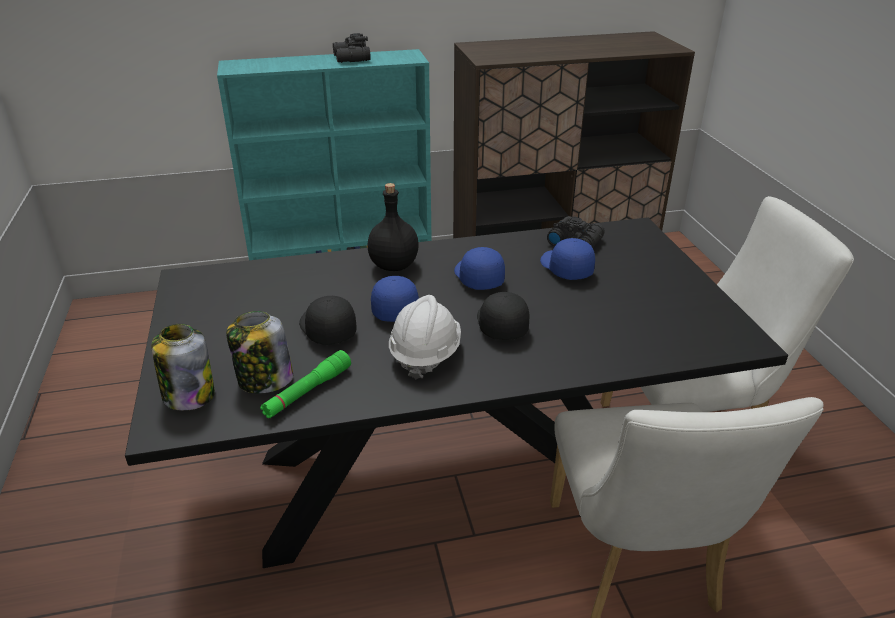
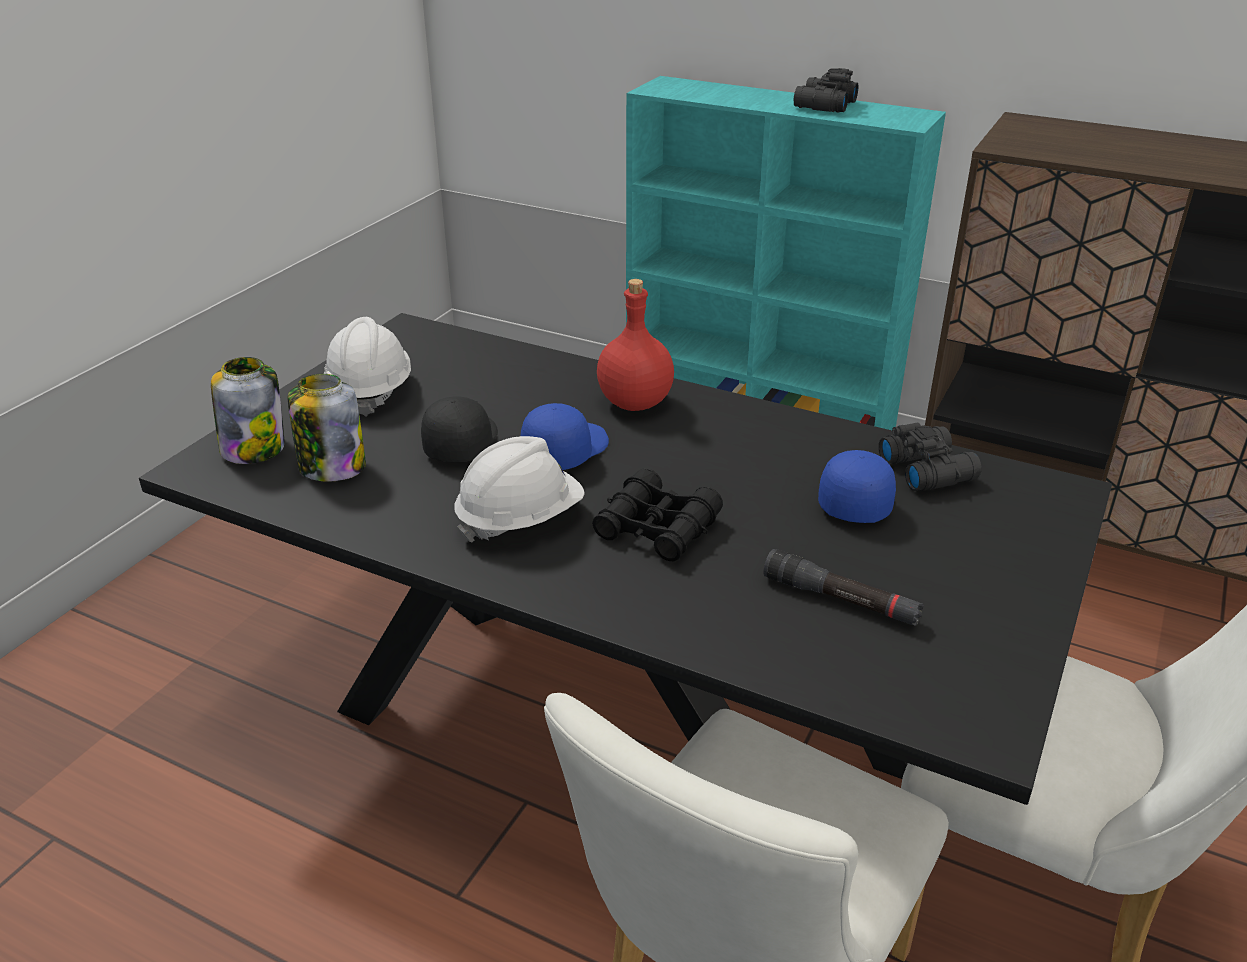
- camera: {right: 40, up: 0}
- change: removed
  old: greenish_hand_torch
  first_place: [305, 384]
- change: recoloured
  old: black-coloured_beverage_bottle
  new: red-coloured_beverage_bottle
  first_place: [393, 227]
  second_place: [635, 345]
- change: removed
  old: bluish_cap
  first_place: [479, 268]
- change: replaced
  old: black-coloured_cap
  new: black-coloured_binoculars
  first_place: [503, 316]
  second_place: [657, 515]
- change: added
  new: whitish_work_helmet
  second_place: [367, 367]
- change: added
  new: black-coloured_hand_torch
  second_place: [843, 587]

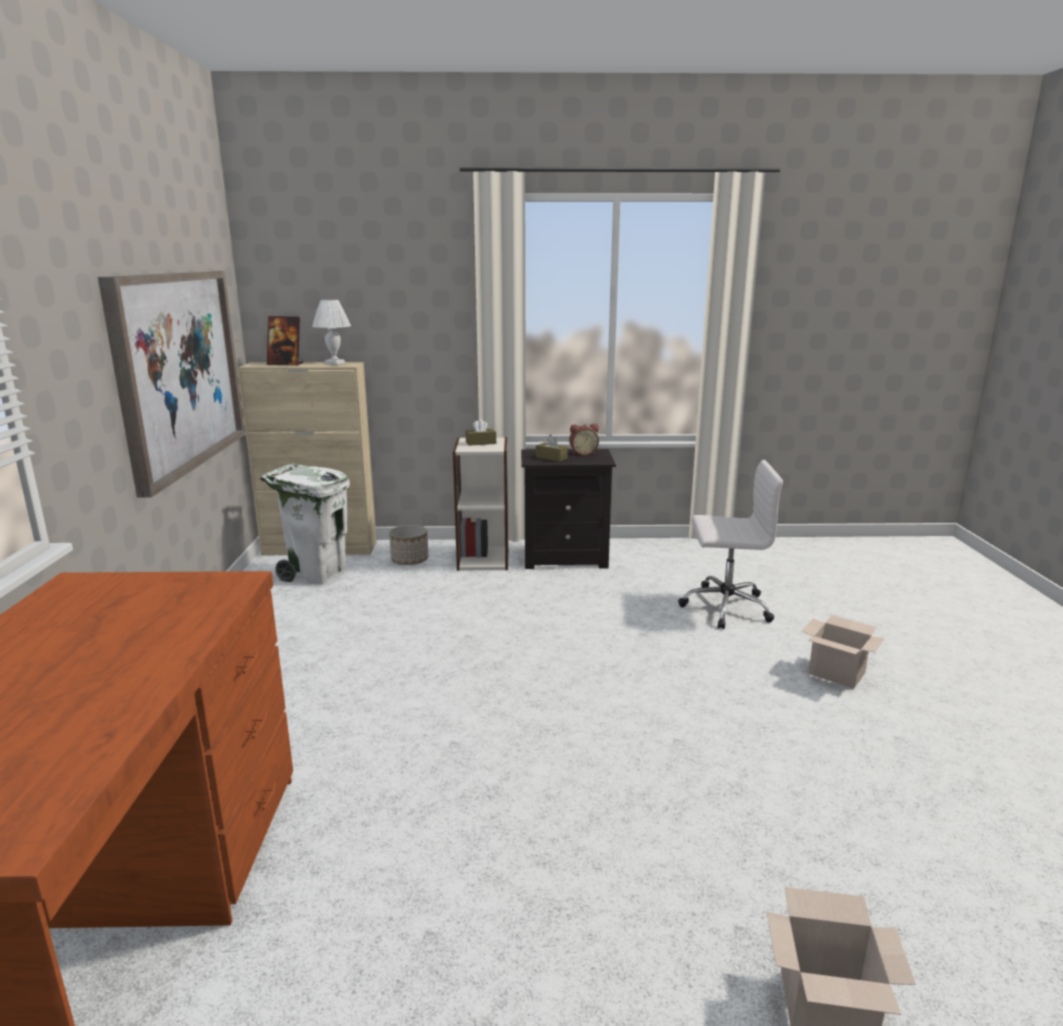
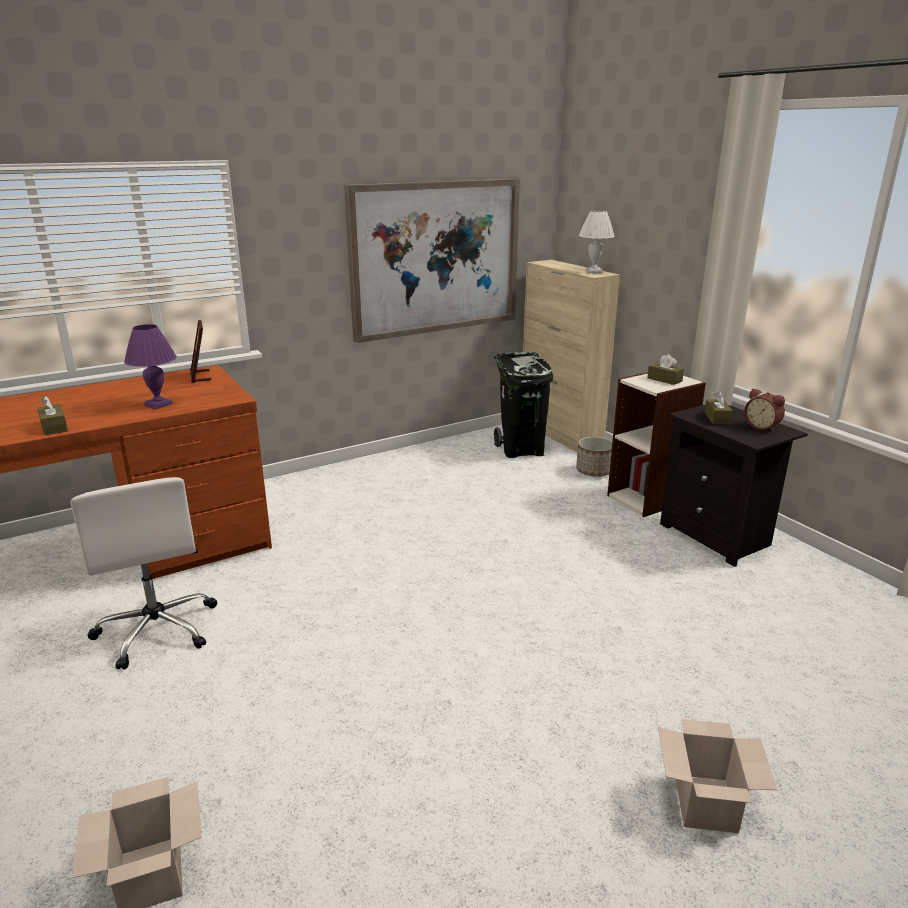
- camera: {right: 60, up: 5}
- change: recoloured
  old: whitish_trash_can
  new: black-coloured_trash_can
  first_place: [305, 524]
  second_place: [523, 405]
- change: moved
  old: photo_frame
  first_place: [285, 341]
  second_place: [200, 351]
- change: moved
  old: whitish_desk_chair
  first_place: [730, 544]
  second_place: [143, 573]
- change: added
  new: brown-coloured_box_of_tissues
  second_place: [52, 415]
- change: added
  new: purple_table_lamp
  second_place: [150, 366]

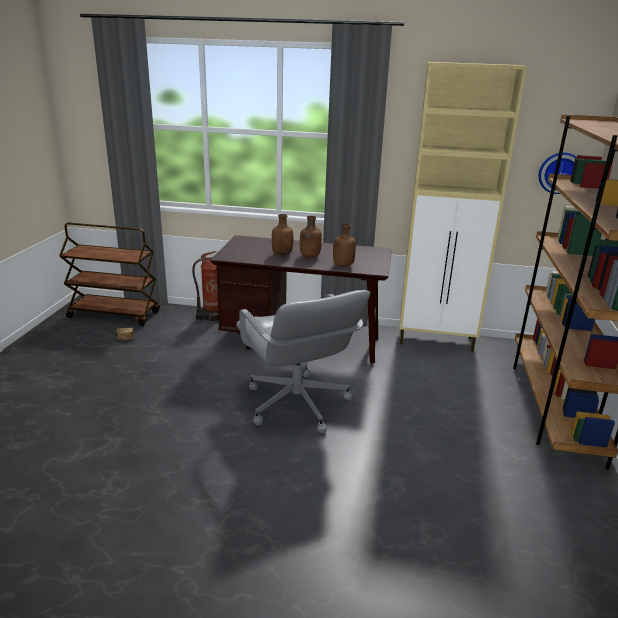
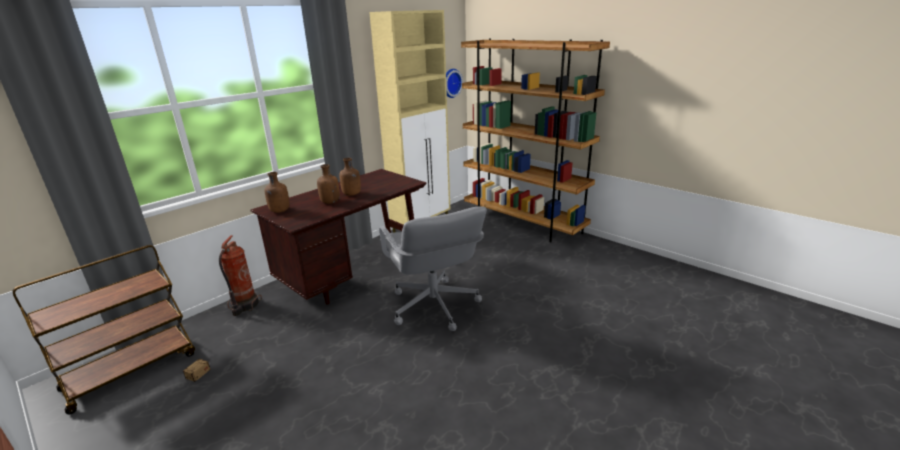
- camera: {right: -55, up: 0}
- change: turned
  old: gray_desk_chair
  first_place: [303, 361]
  second_place: [433, 268]
  degrees: 60
- change: moved
  old: brown-coloured_beverage_bottle
  first_place: [344, 245]
  second_place: [277, 192]

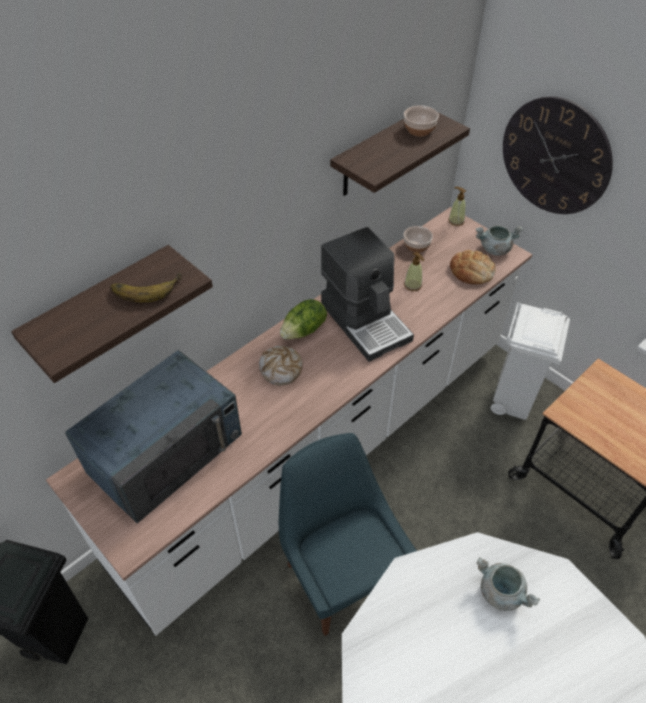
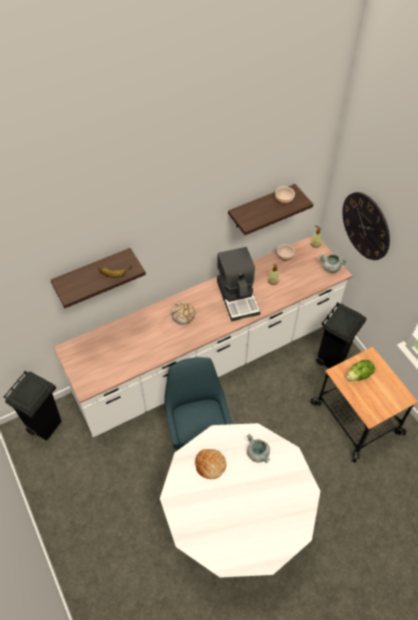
- camera: {right: 15, up: 5}
- change: removed
  old: bluish_microwave_oven
  first_place: [153, 436]
- change: moved
  old: head_of_lettuce
  first_place: [303, 319]
  second_place: [360, 370]
- change: moved
  old: baked_bread
  first_place: [473, 267]
  second_place: [210, 464]
- change: recoloured
  old: whitish_trash_can
  new: black-coloured_trash_can
  first_place: [530, 361]
  second_place: [341, 335]

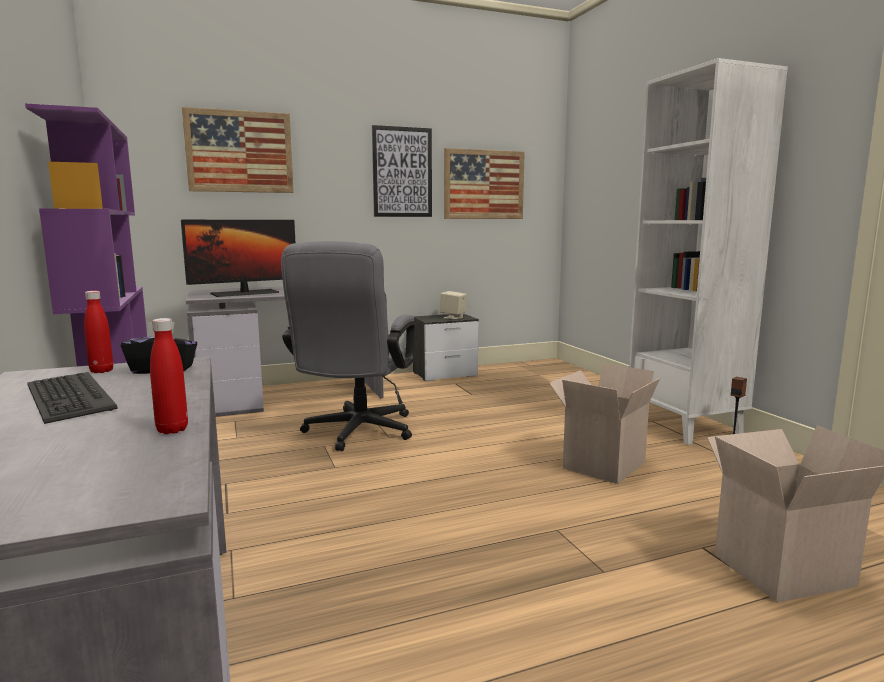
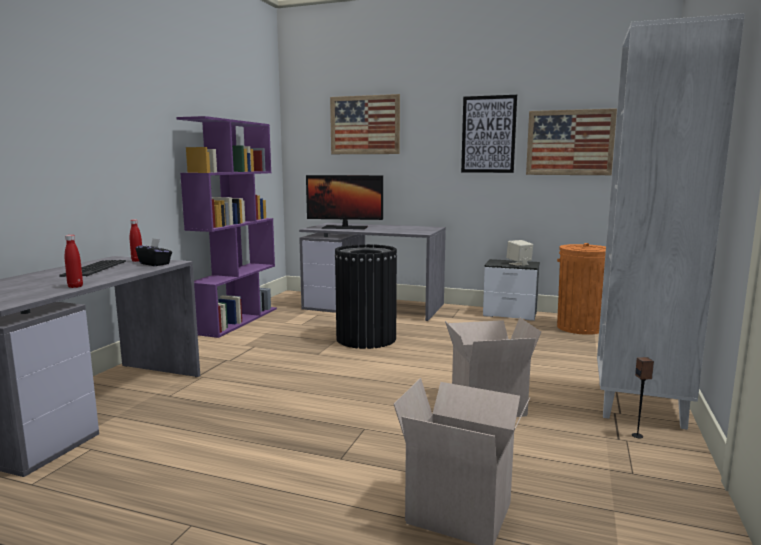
- camera: {right: 40, up: 0}
- change: replaced
  old: gray_desk_chair
  new: black-coloured_trash_can
  first_place: [348, 346]
  second_place: [365, 296]
- change: added
  new: orange_trash_can
  second_place: [581, 289]

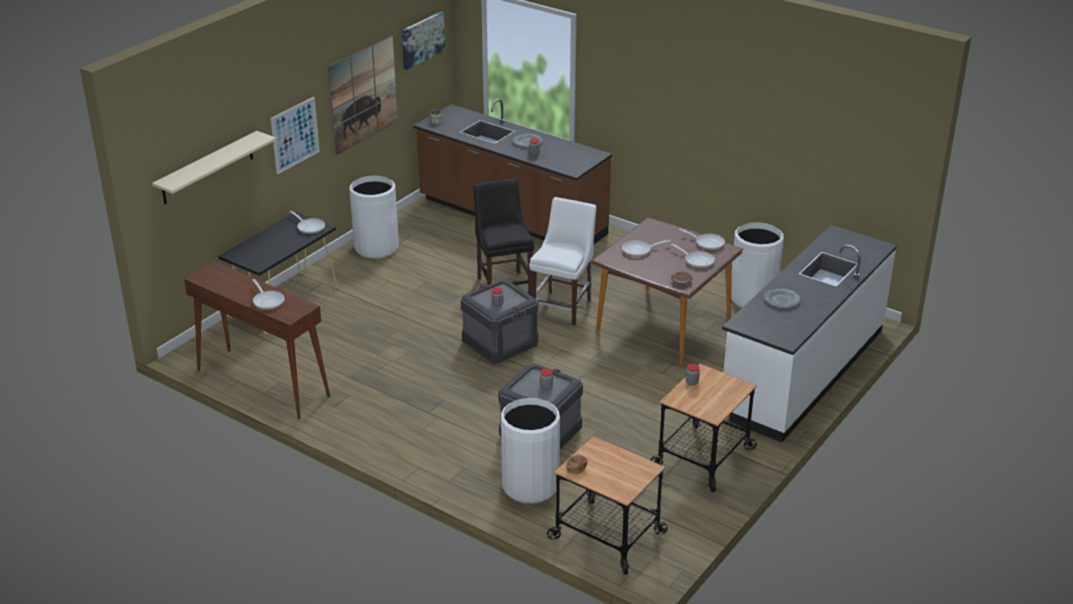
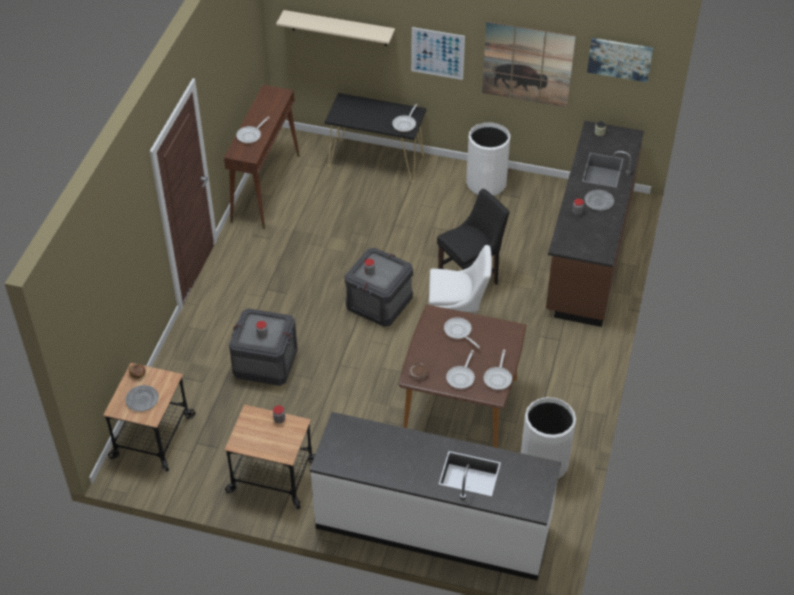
- camera: {right: 70, up: 15}
- change: removed
  old: whitish_trash_can
  first_place: [530, 451]
- change: moved
  old: gray_flat_dish
  first_place: [782, 298]
  second_place: [142, 398]

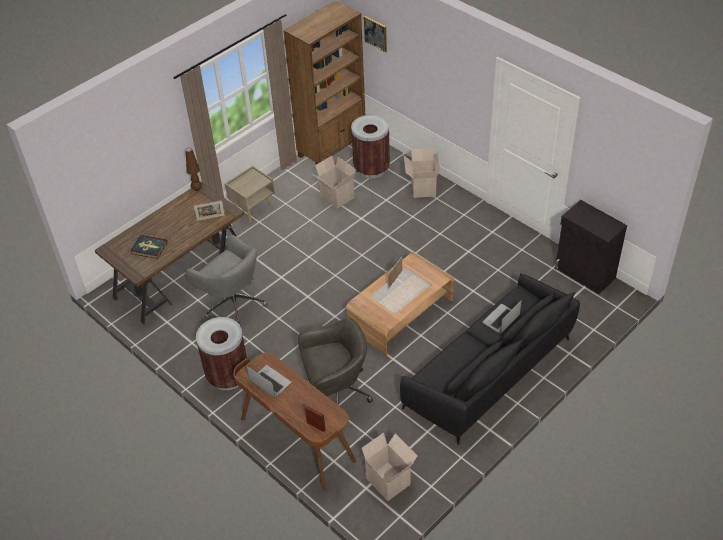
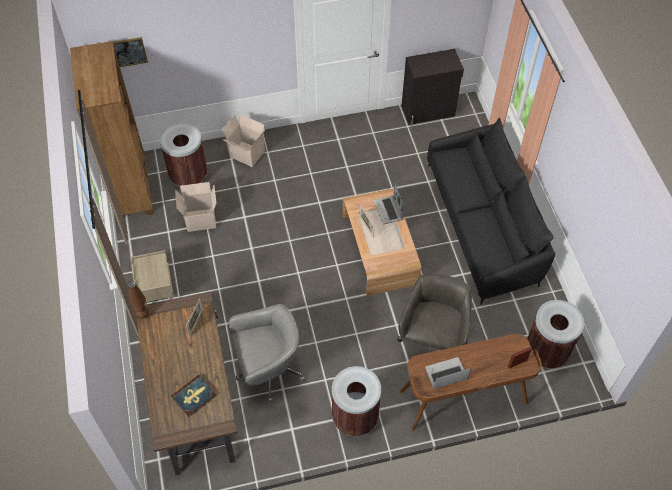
- camera: {right: -60, up: 10}
- change: replaced
  old: packing_box
  new: brown-coloured_trash_can
  first_place: [389, 467]
  second_place: [555, 334]
- change: moved
  old: portable_computer
  first_place: [502, 317]
  second_place: [389, 204]

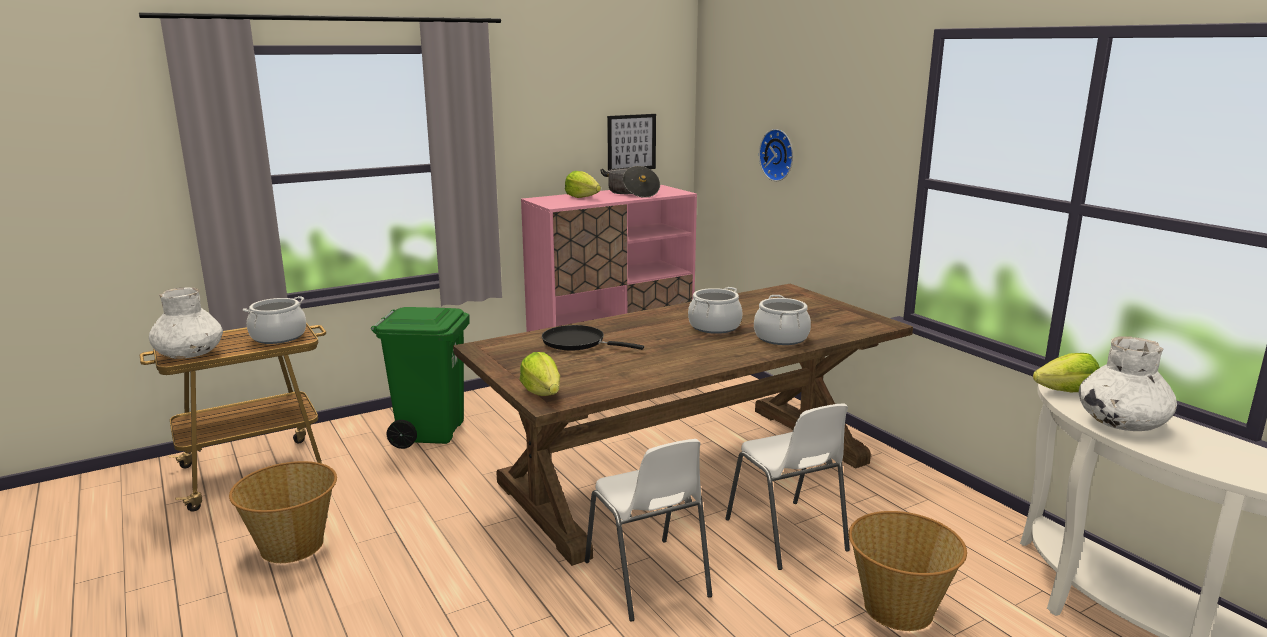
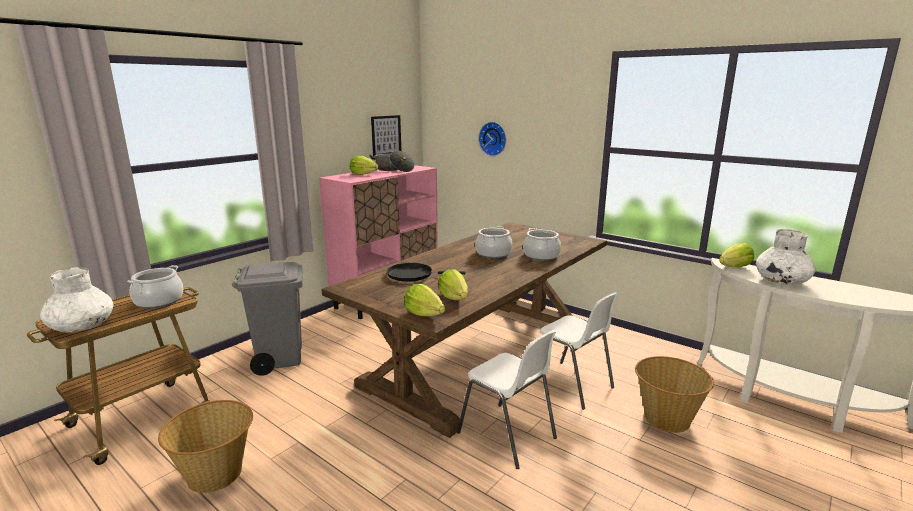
- camera: {right: -20, up: 0}
- change: recoloured
  old: greenish_trash_can
  new: gray_trash_can
  first_place: [420, 378]
  second_place: [267, 319]
- change: added
  new: head_of_lettuce
  second_place: [453, 284]

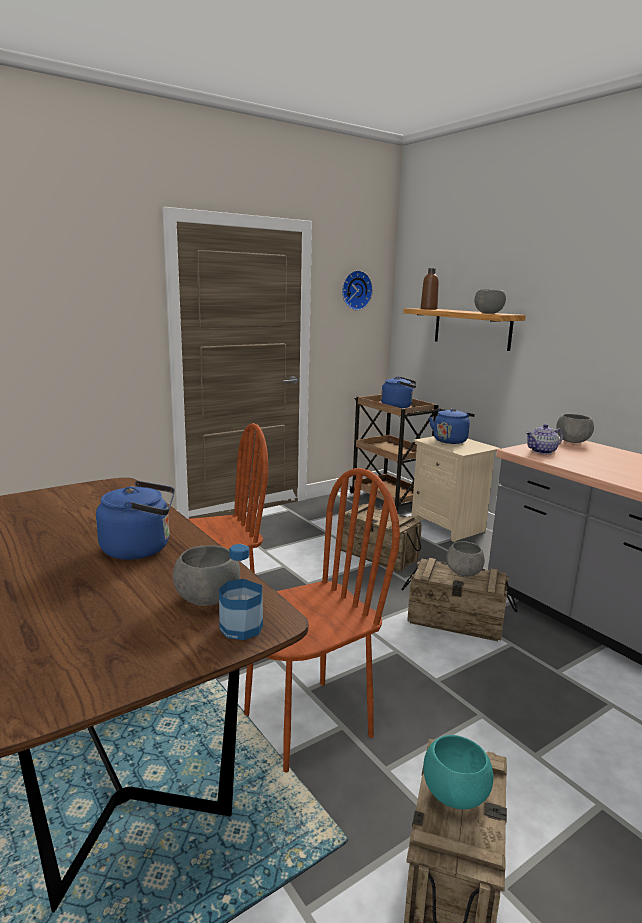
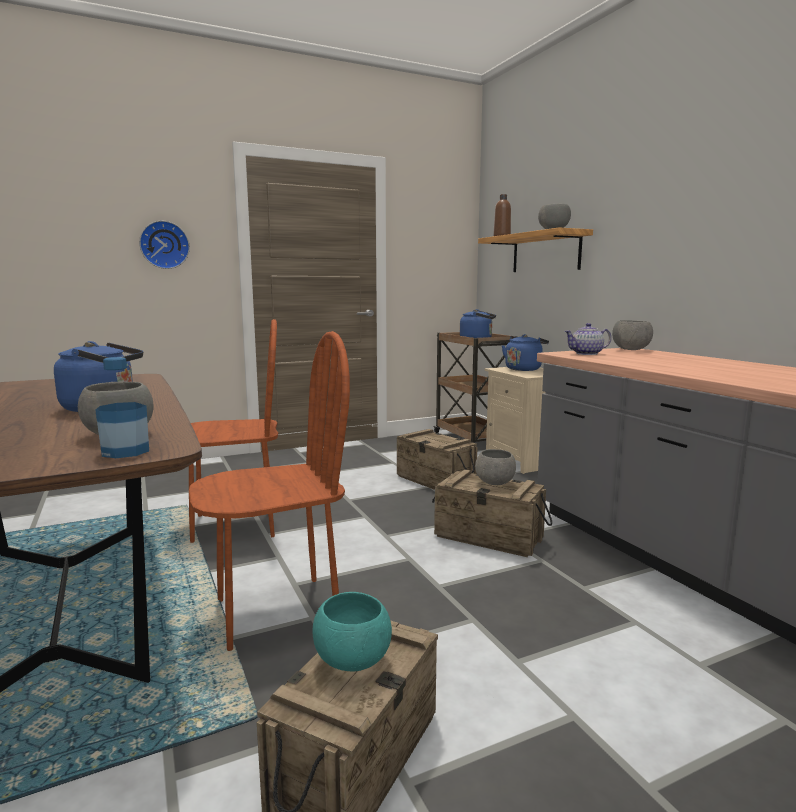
- camera: {right: 10, up: -5}
- change: moved
  old: clock_on_the_wall
  first_place: [357, 290]
  second_place: [164, 245]

